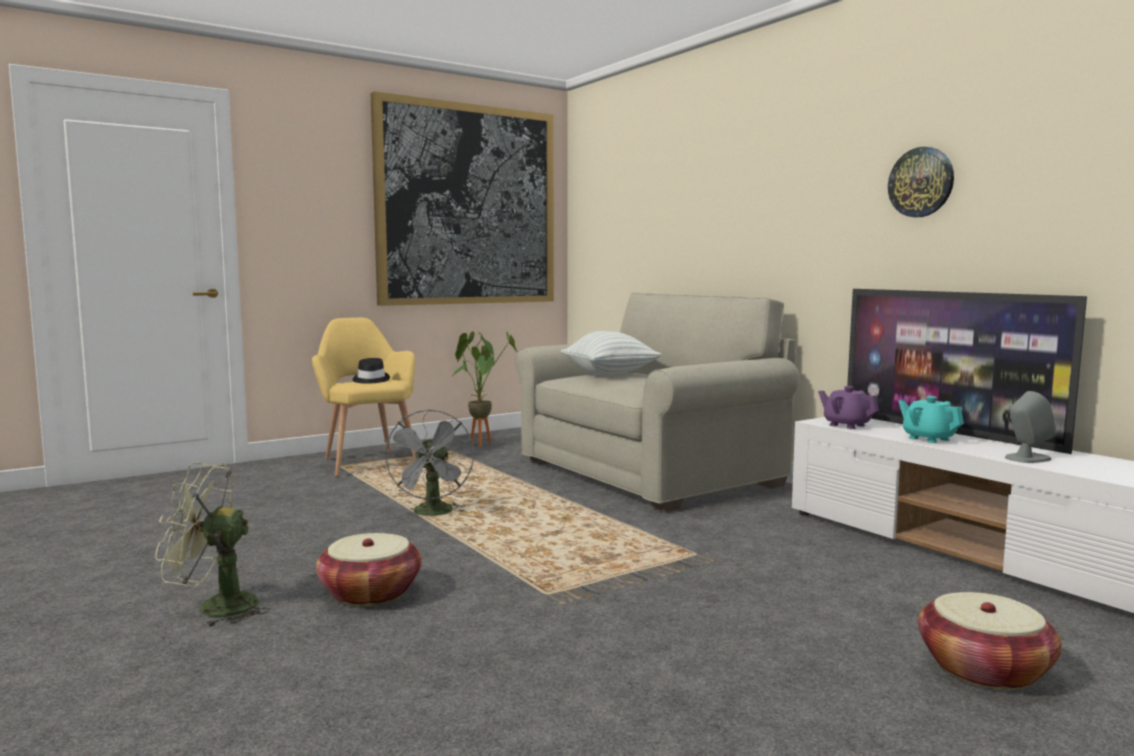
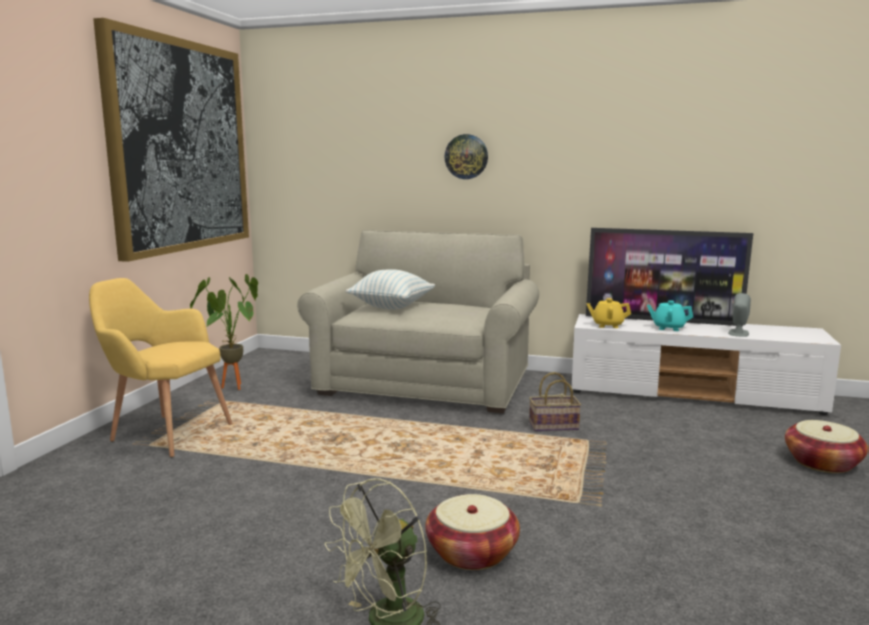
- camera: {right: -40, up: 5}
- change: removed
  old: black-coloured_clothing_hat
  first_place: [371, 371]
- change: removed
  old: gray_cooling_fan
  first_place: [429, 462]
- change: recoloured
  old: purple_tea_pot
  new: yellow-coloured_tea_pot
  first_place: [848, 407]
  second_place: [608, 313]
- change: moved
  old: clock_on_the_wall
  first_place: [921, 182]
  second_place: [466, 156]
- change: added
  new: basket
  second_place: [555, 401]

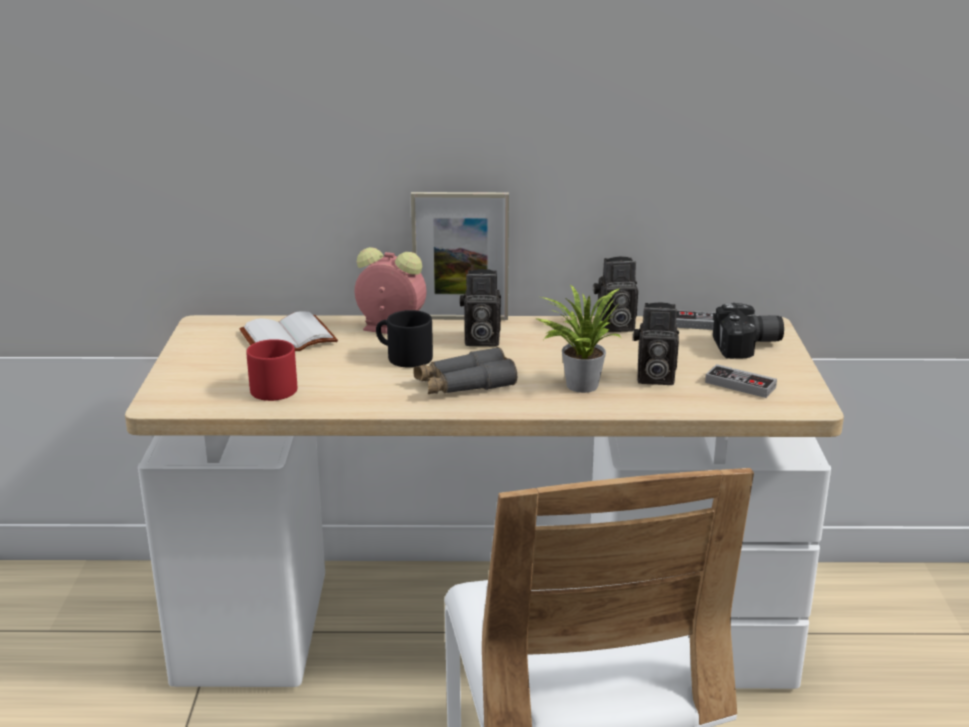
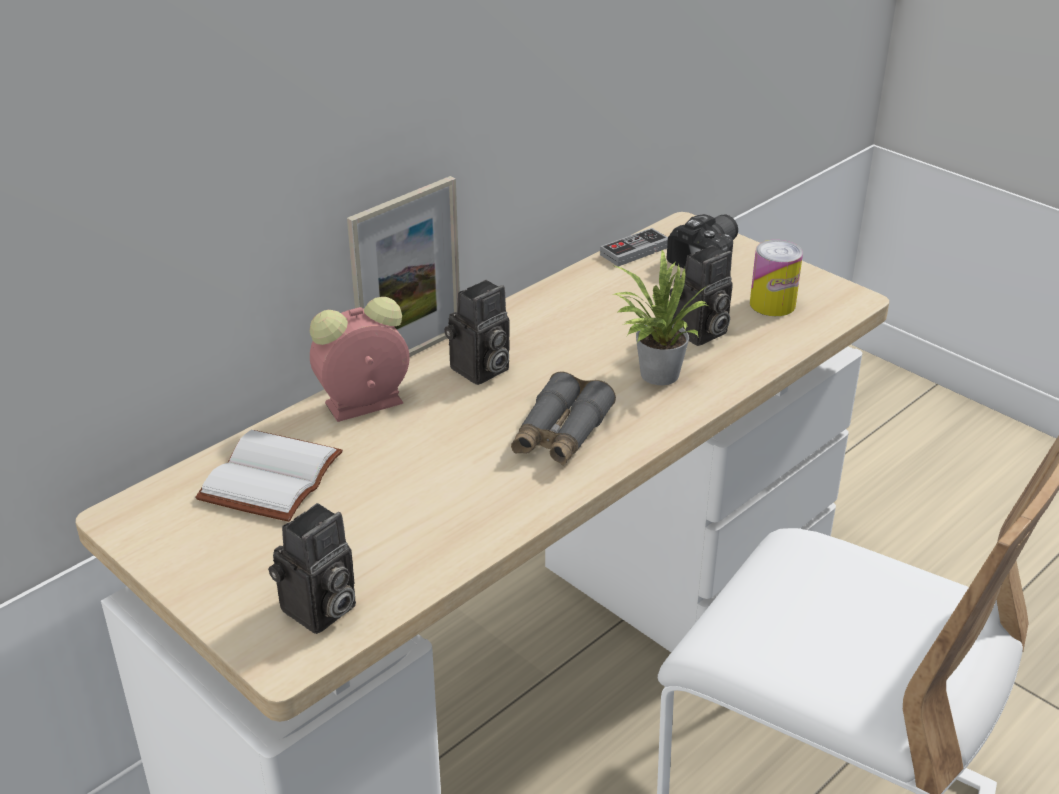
- camera: {right: -45, up: 10}
- change: removed
  old: red-coloured_tea_mug
  first_place: [271, 370]
- change: removed
  old: black-coloured_tea_mug
  first_place: [404, 339]
- change: moved
  old: still_camera
  first_place: [615, 294]
  second_place: [312, 568]
- change: replaced
  old: gamepad
  new: can
  first_place: [741, 381]
  second_place: [776, 278]

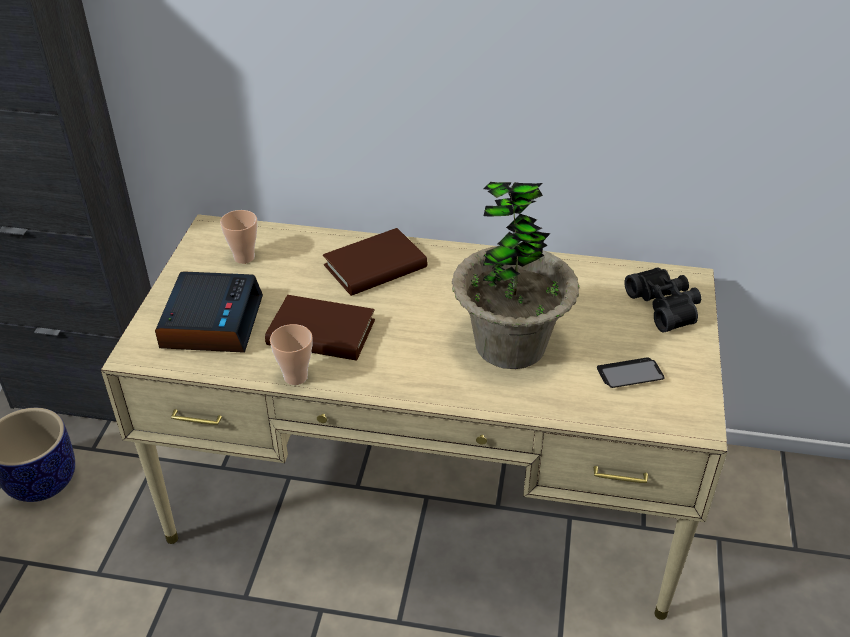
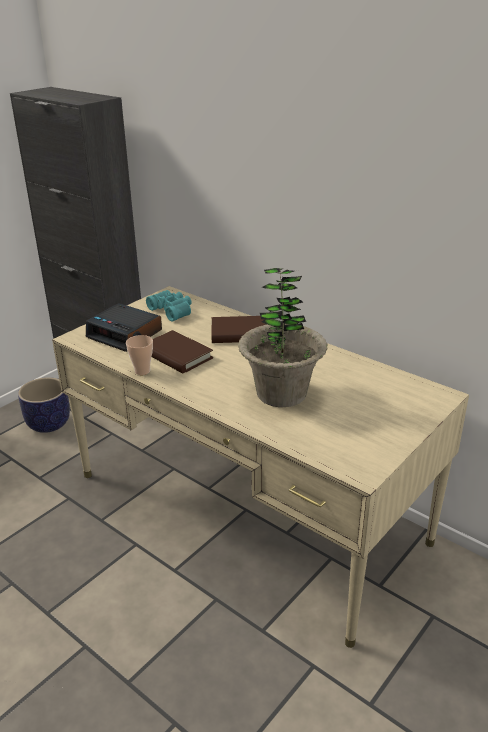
- camera: {right: 30, up: -10}
- change: turned
  old: table_clock
  first_place: [209, 312]
  second_place: [124, 327]
  degrees: 90
- change: replaced
  old: cup
  new: blue-green_binoculars
  first_place: [238, 237]
  second_place: [168, 306]
- change: removed
  old: telephone
  first_place: [631, 372]
- change: removed
  old: black-coloured_binoculars
  first_place: [662, 299]

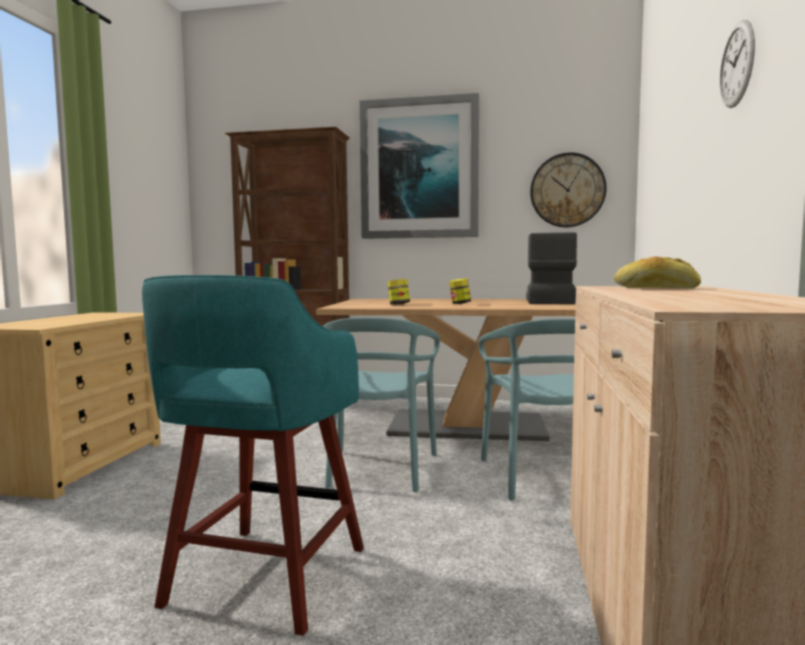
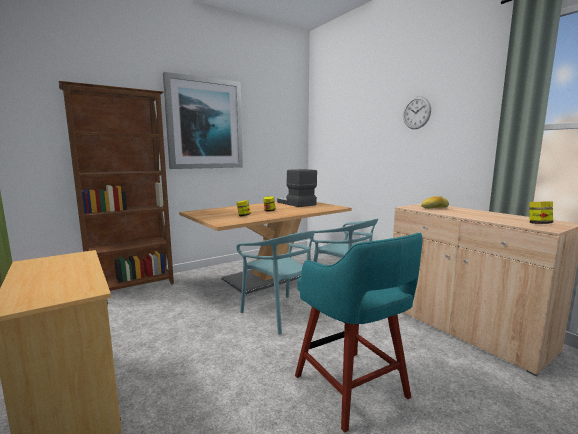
- camera: {right: -45, up: 5}
- change: removed
  old: clock_on_the_wall
  first_place: [568, 189]
- change: added
  new: jar
  second_place: [541, 212]

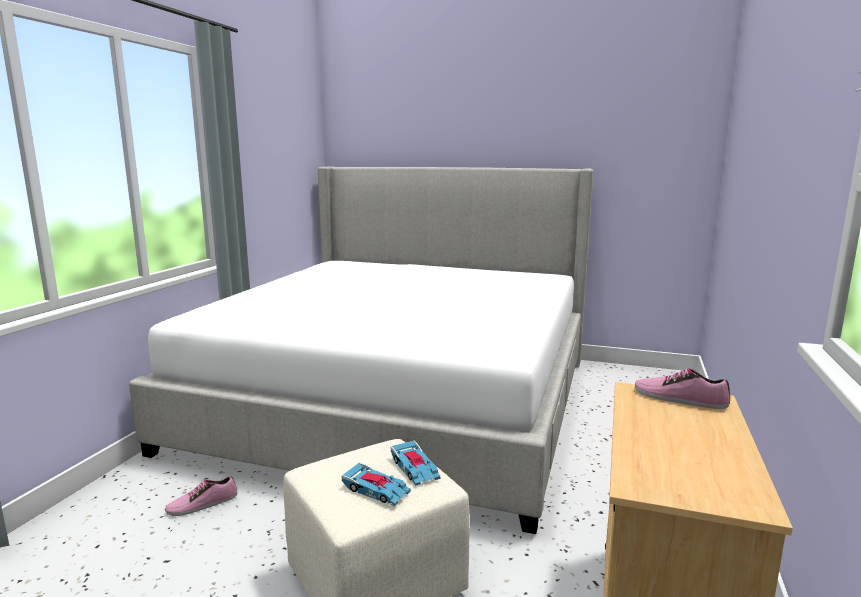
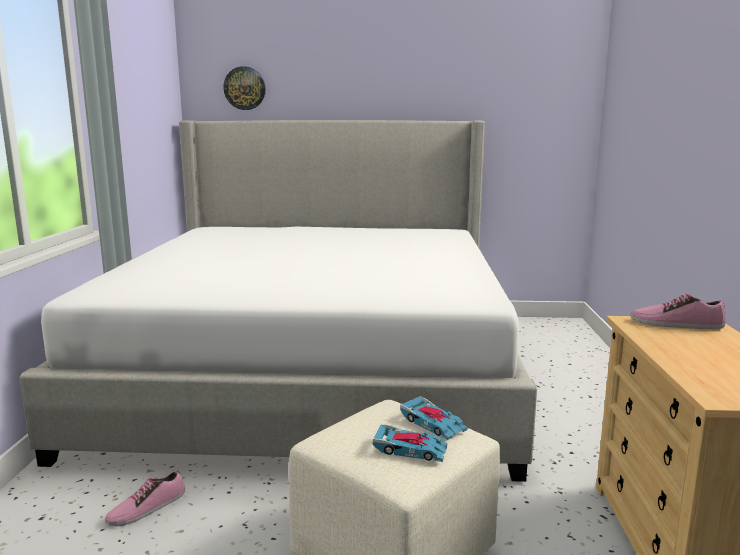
- camera: {right: -15, up: 0}
- change: added
  new: clock_on_the_wall
  second_place: [244, 88]

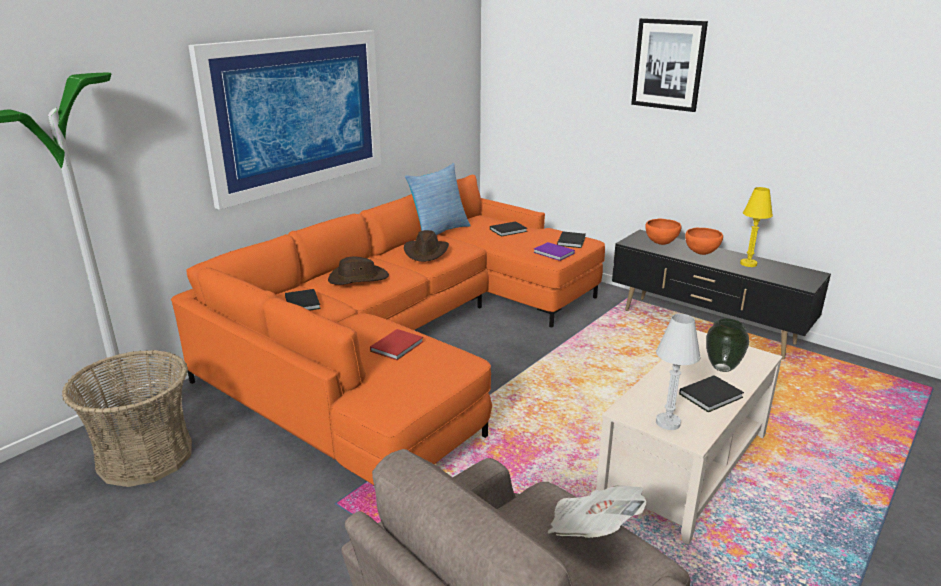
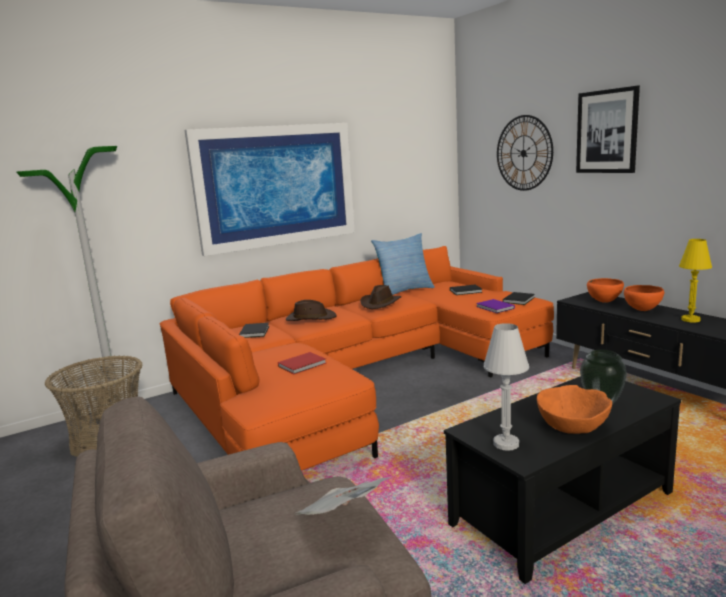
- camera: {right: 20, up: -10}
- change: recoloured
  old: sand-coloured_coffee_table
  new: black-coloured_coffee_table
  first_place: [689, 437]
  second_place: [562, 480]
- change: replaced
  old: black-coloured_book
  new: orange_serving_bowl
  first_place: [711, 393]
  second_place: [574, 409]
- change: added
  new: clock_on_the_wall
  second_place: [525, 153]

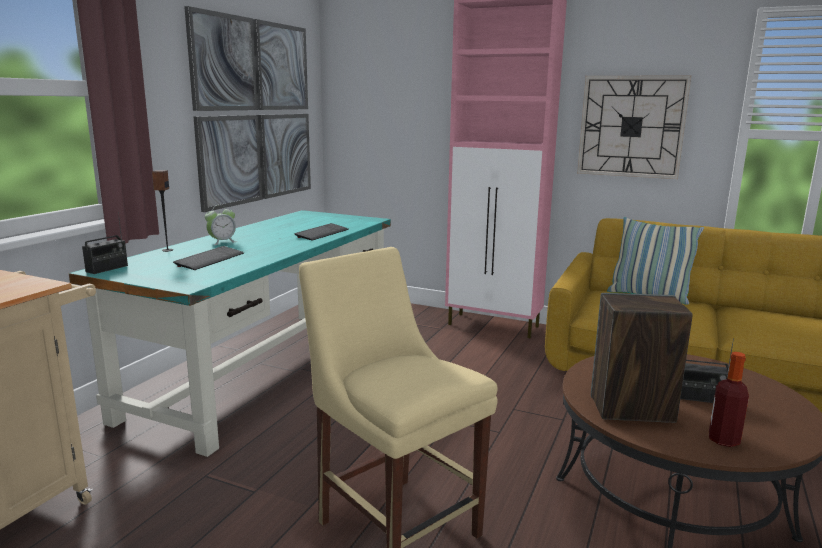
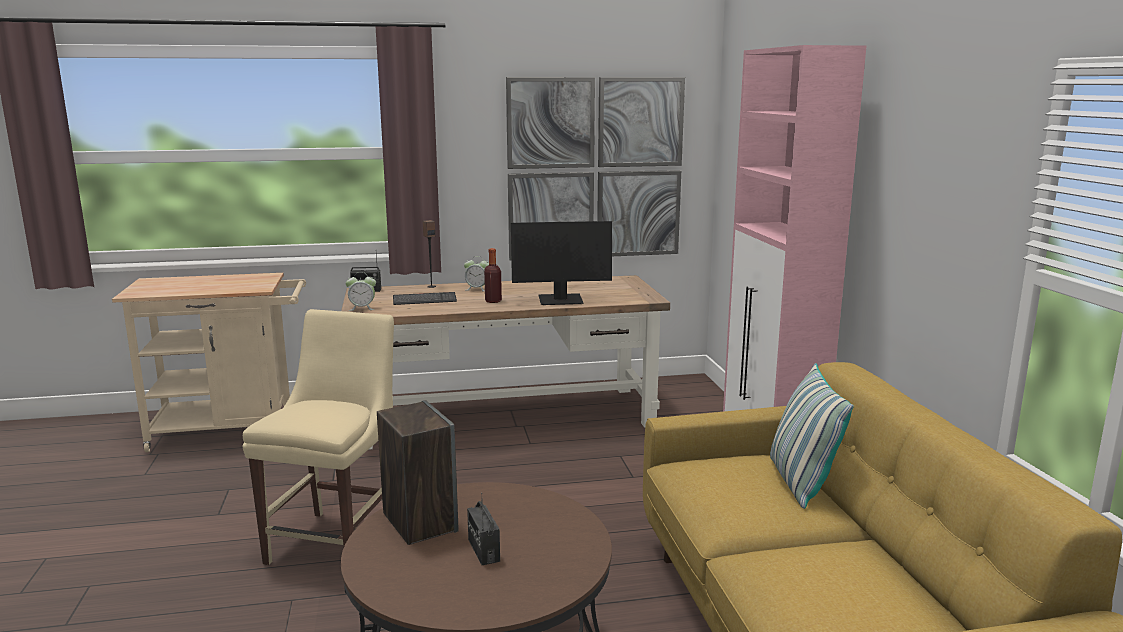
- camera: {right: 55, up: 0}
- change: recoloured
  old: blue-green_desk_unit
  new: brown-coloured_desk_unit
  first_place: [229, 333]
  second_place: [505, 362]
- change: replaced
  old: PC_keyboard
  new: monitor
  first_place: [321, 232]
  second_place: [561, 263]
- change: removed
  old: clock_on_the_wall
  first_place: [634, 127]
- change: moved
  old: beverage_bottle
  first_place: [729, 399]
  second_place: [493, 275]
- change: added
  new: table_clock
  second_place: [361, 291]

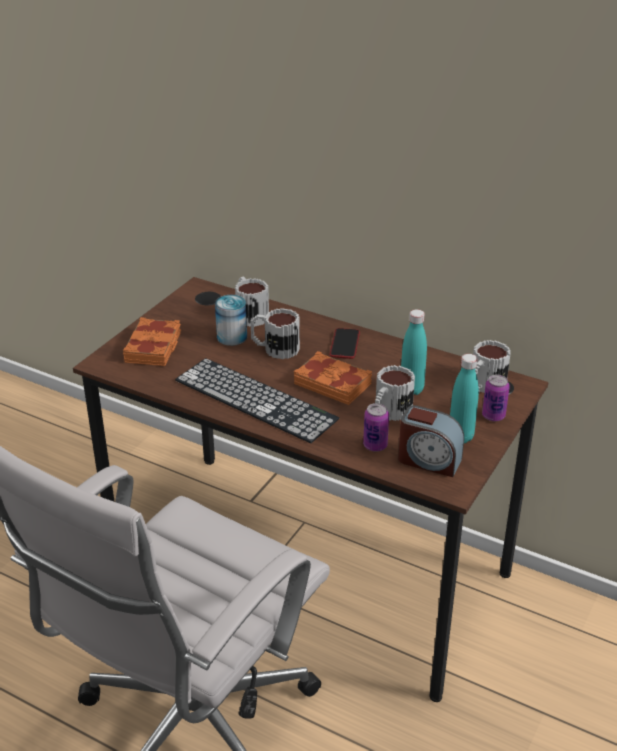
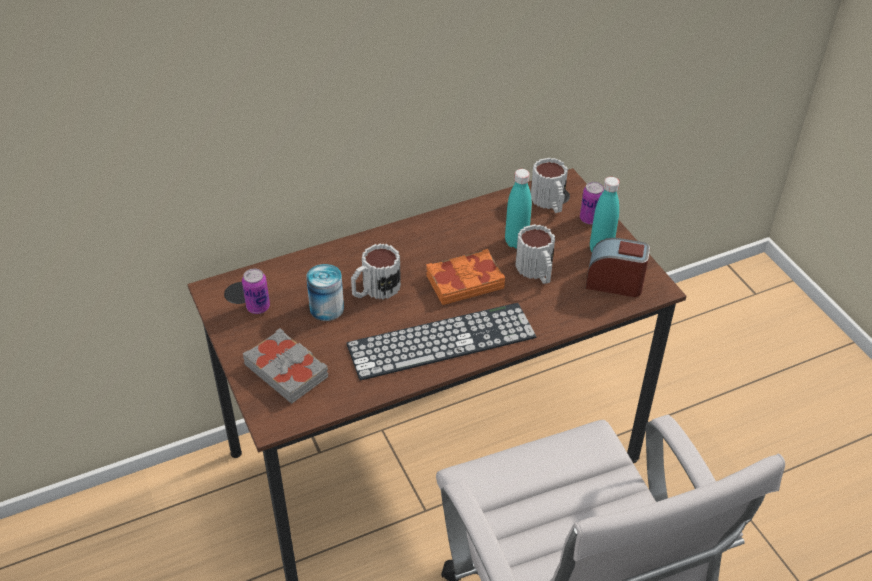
- camera: {right: -55, up: 10}
- change: recoloured
  old: orange_book
  new: gray_book
  first_place: [152, 341]
  second_place: [285, 366]
- change: removed
  old: tea_mug
  first_place: [252, 301]
- change: removed
  old: telephone
  first_place: [344, 343]
- change: moved
  old: can
  first_place: [376, 427]
  second_place: [256, 291]
- change: turned
  old: table_clock
  first_place: [431, 441]
  second_place: [618, 267]
  degrees: -135

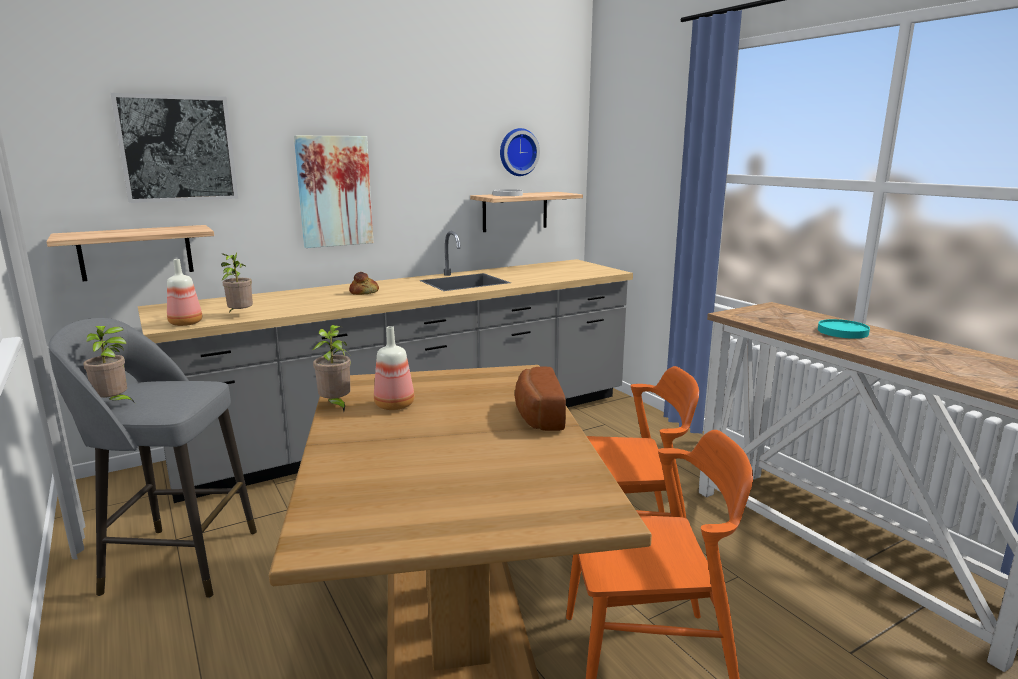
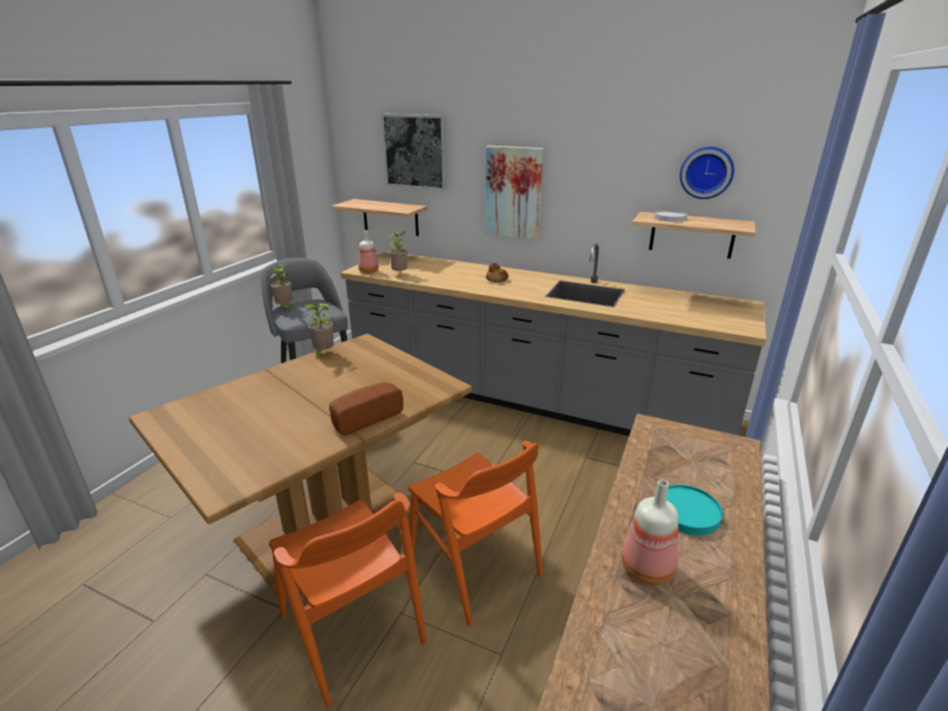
- camera: {right: 55, up: 10}
- change: moved
  old: beverage_bottle
  first_place: [394, 368]
  second_place: [650, 532]

